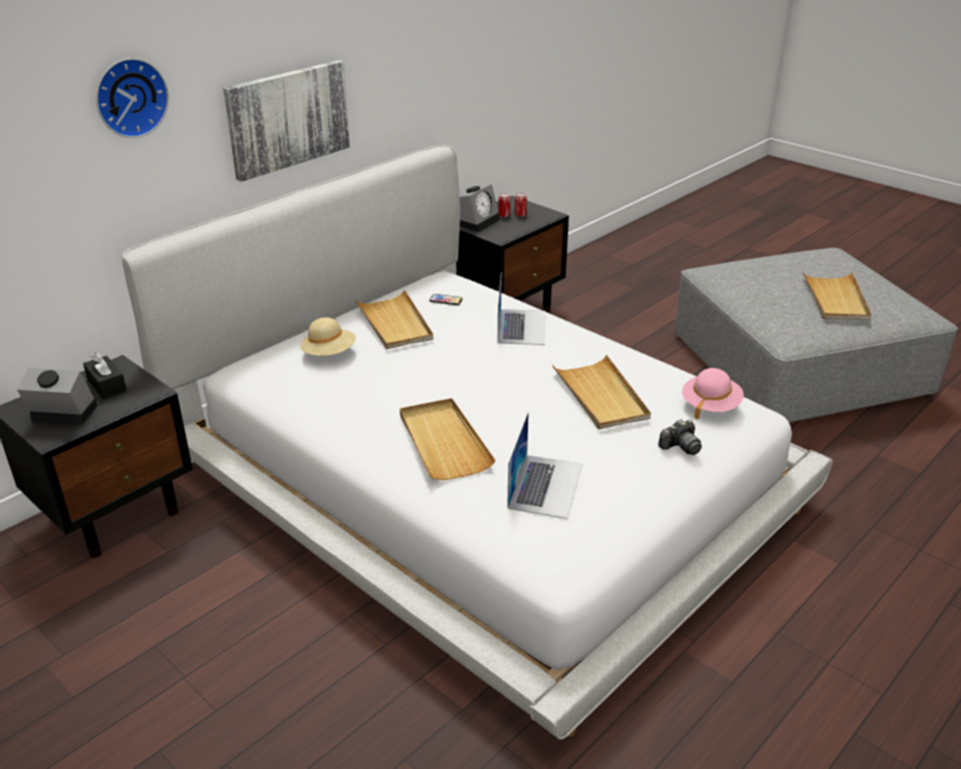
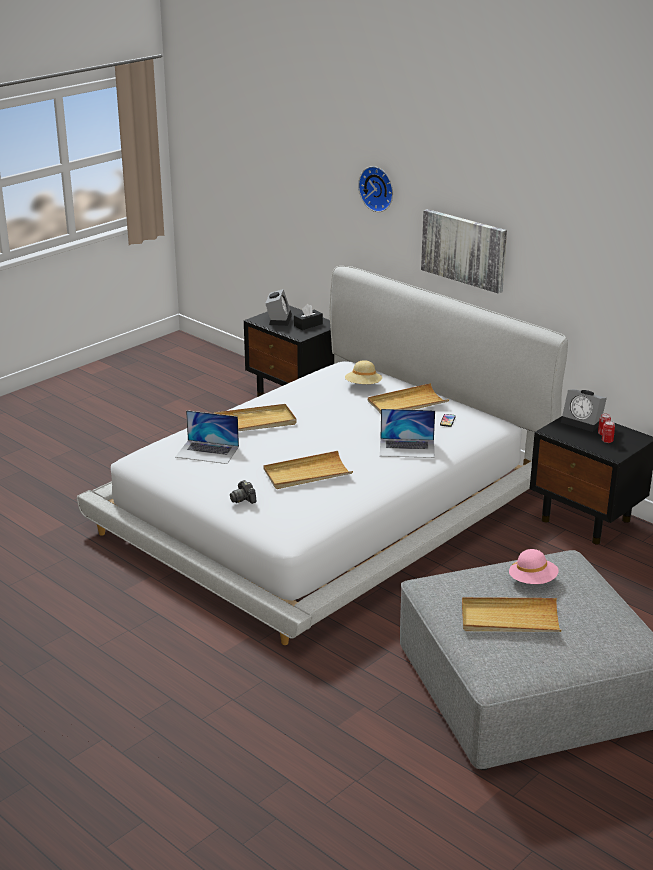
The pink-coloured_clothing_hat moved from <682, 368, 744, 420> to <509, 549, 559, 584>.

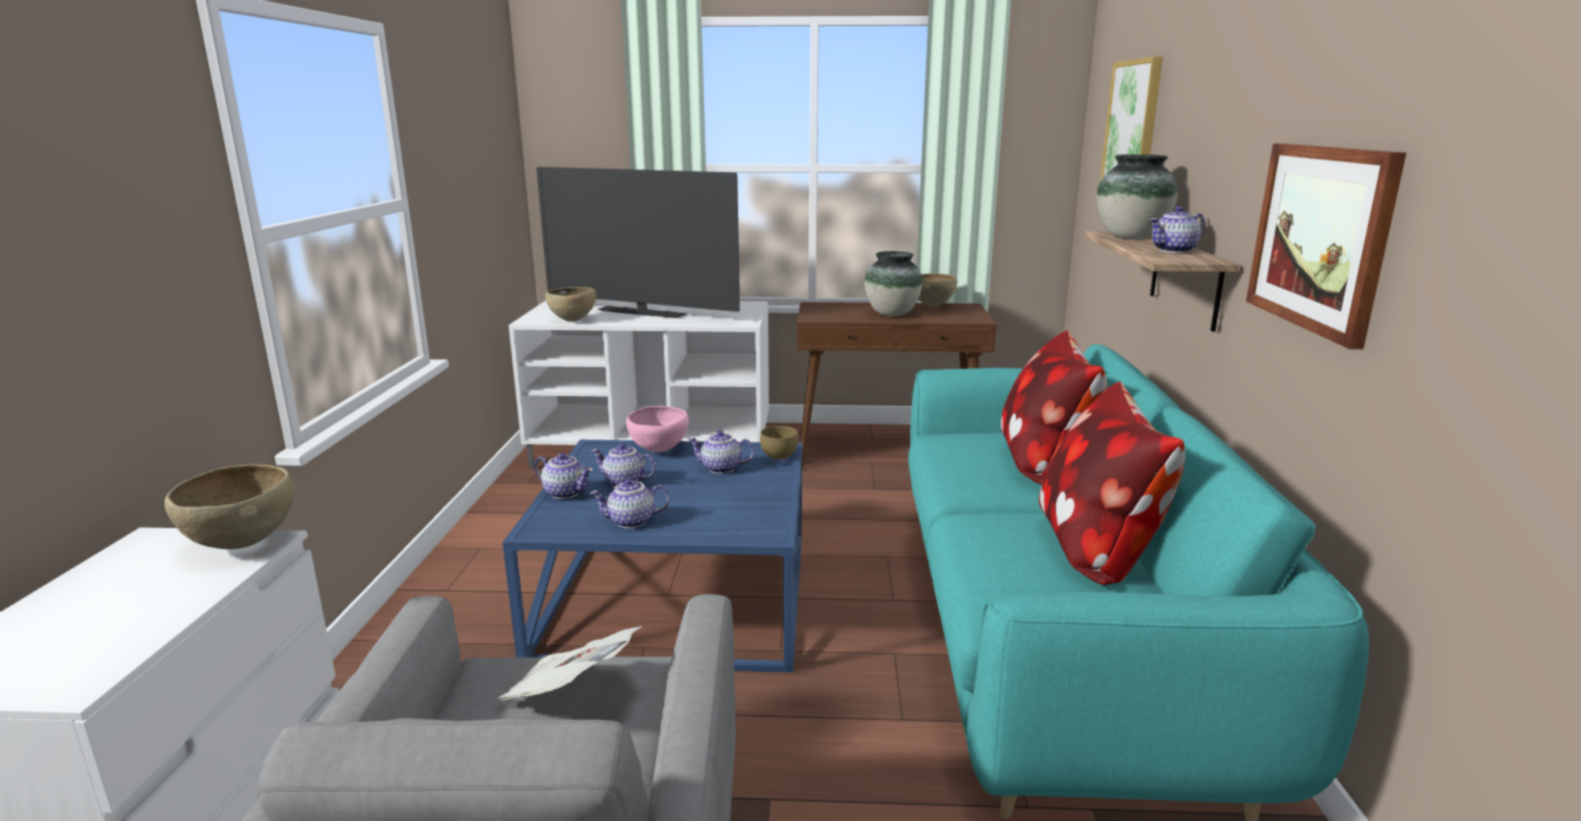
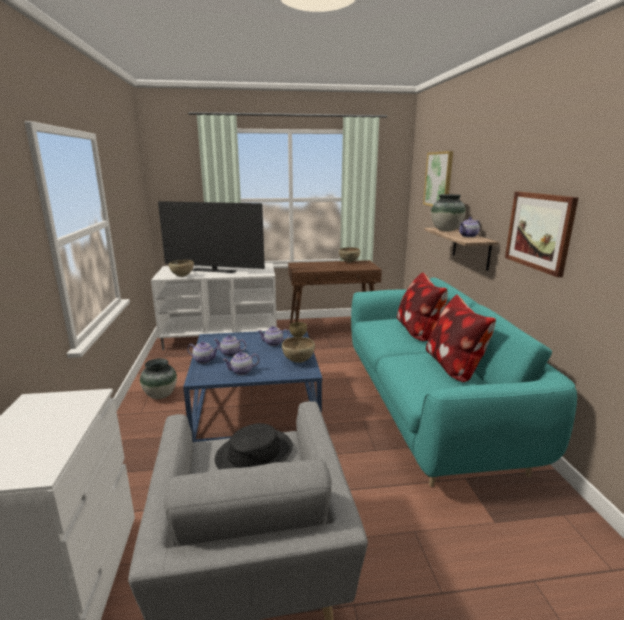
The decorative_vase moved from <864, 251, 923, 316> to <140, 358, 177, 399>.
The daily_paper at <495, 626, 642, 701> was replaced by the black_clothing_hat at <215, 423, 293, 469>.
The brownish_serving_bowl moved from <165, 464, 295, 549> to <282, 337, 315, 363>.
The pink-coloured_serving_bowl at <626, 406, 689, 452> disappeared.

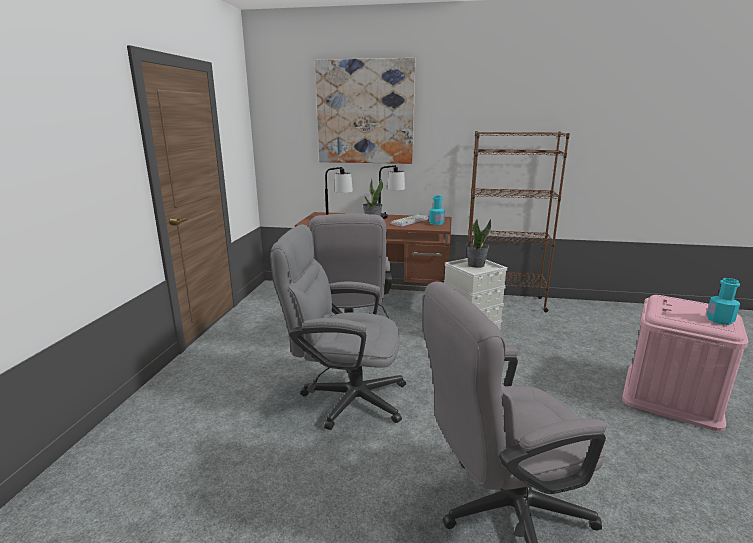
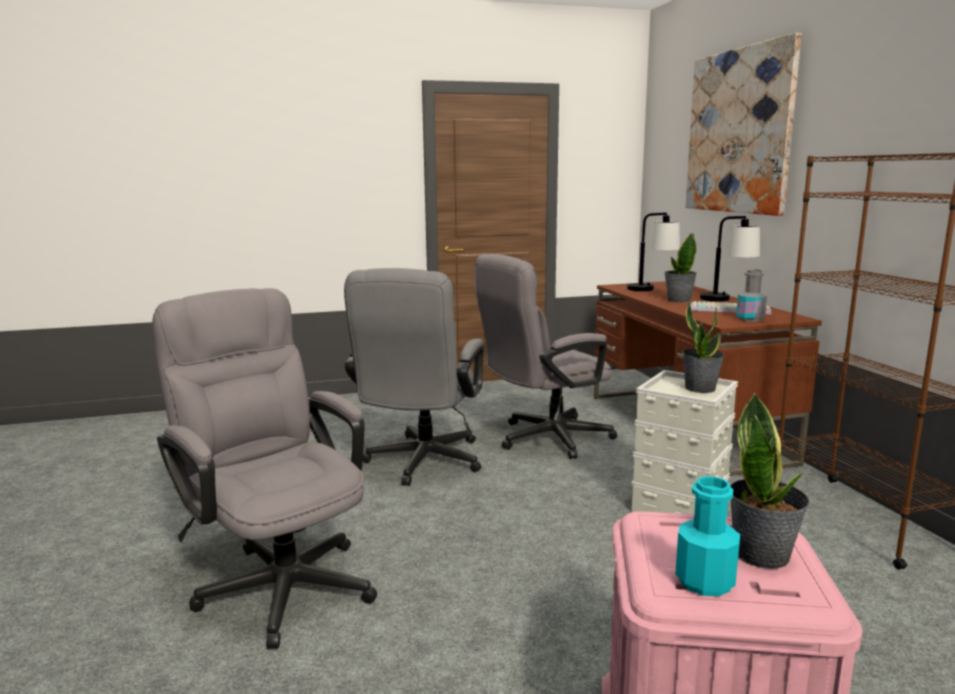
The gray_desk_chair at <270, 224, 406, 430> turned 150 degrees counterclockwise.
The potted_plant at <730, 393, 810, 569> appeared.
The turquoise-coloured_drink_bottle at <429, 195, 445, 225> became the gray_drink_bottle at <736, 269, 767, 322>.

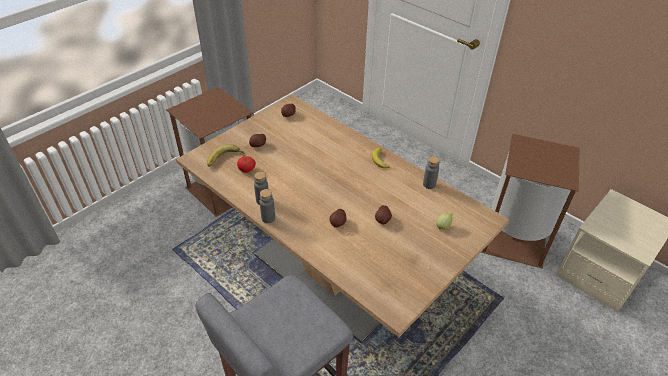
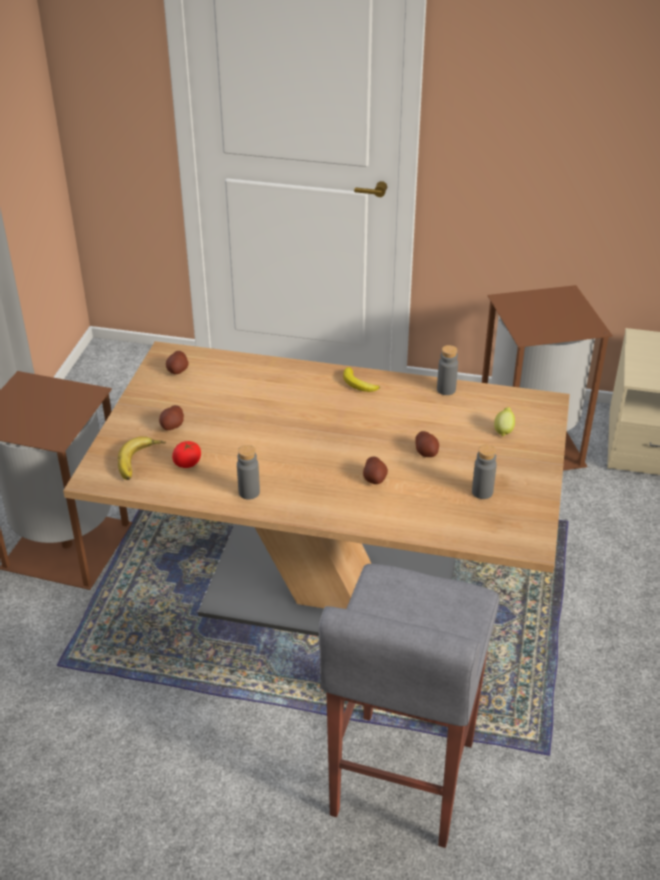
The gray_drink_bottle moved from <260, 189, 275, 223> to <472, 445, 497, 499>.

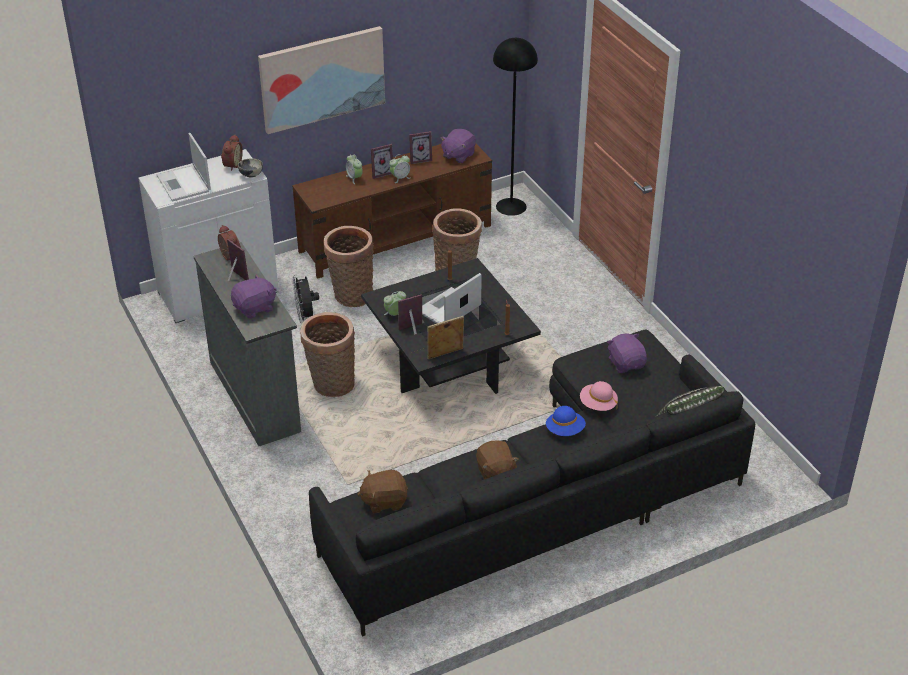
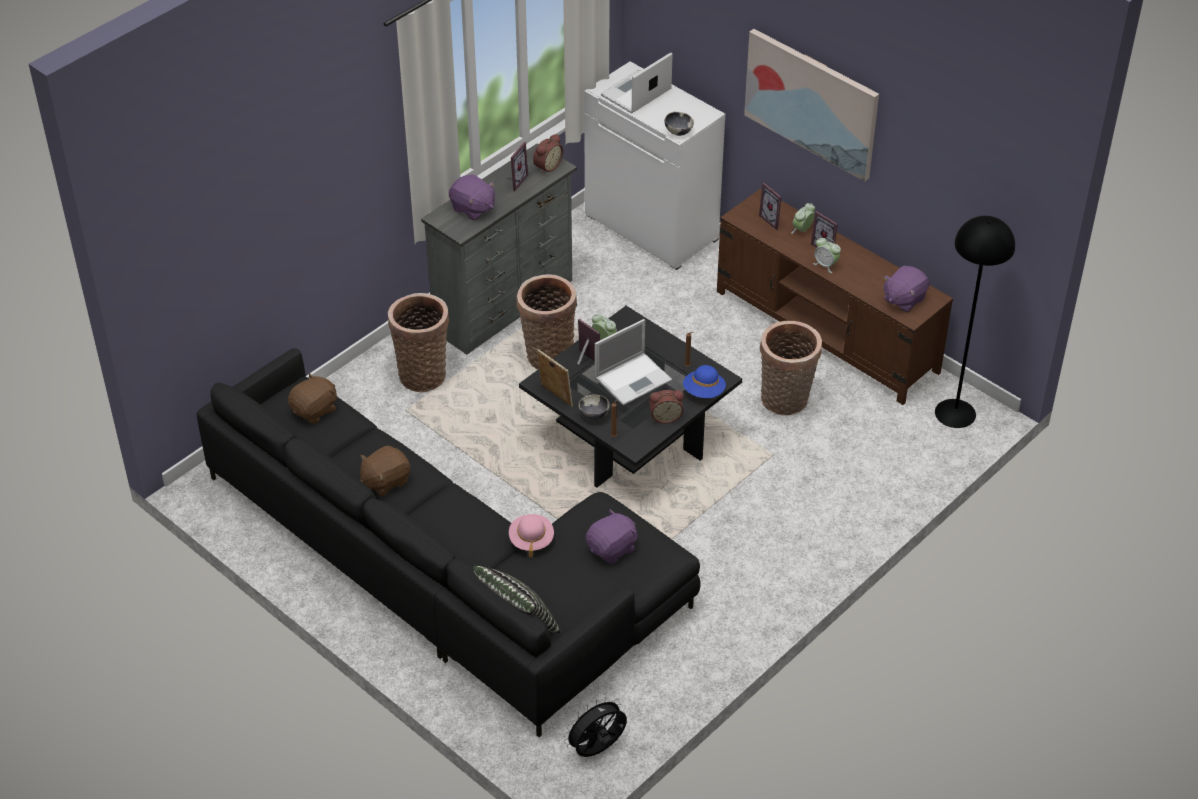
The brownish_soft_toy at <357, 470, 408, 513> turned 75 degrees clockwise.
The household_basket moved from <324, 226, 374, 307> to <388, 293, 449, 392>.
The black_electric_fan moved from <293, 275, 319, 323> to <563, 697, 627, 757>.
The serving_bowl at <578, 394, 610, 420> appeared.
The laptop at <422, 273, 482, 324> turned 120 degrees clockwise.
The alarm_clock moved from <221, 135, 243, 171> to <649, 390, 684, 423>.
The bluish_clothing_hat moved from <546, 406, 586, 436> to <683, 365, 726, 398>.
The picture_frame moved from <409, 131, 432, 164> to <759, 183, 781, 230>.
The purple_soft_toy at <441, 129, 476, 163> turned 60 degrees counterclockwise.

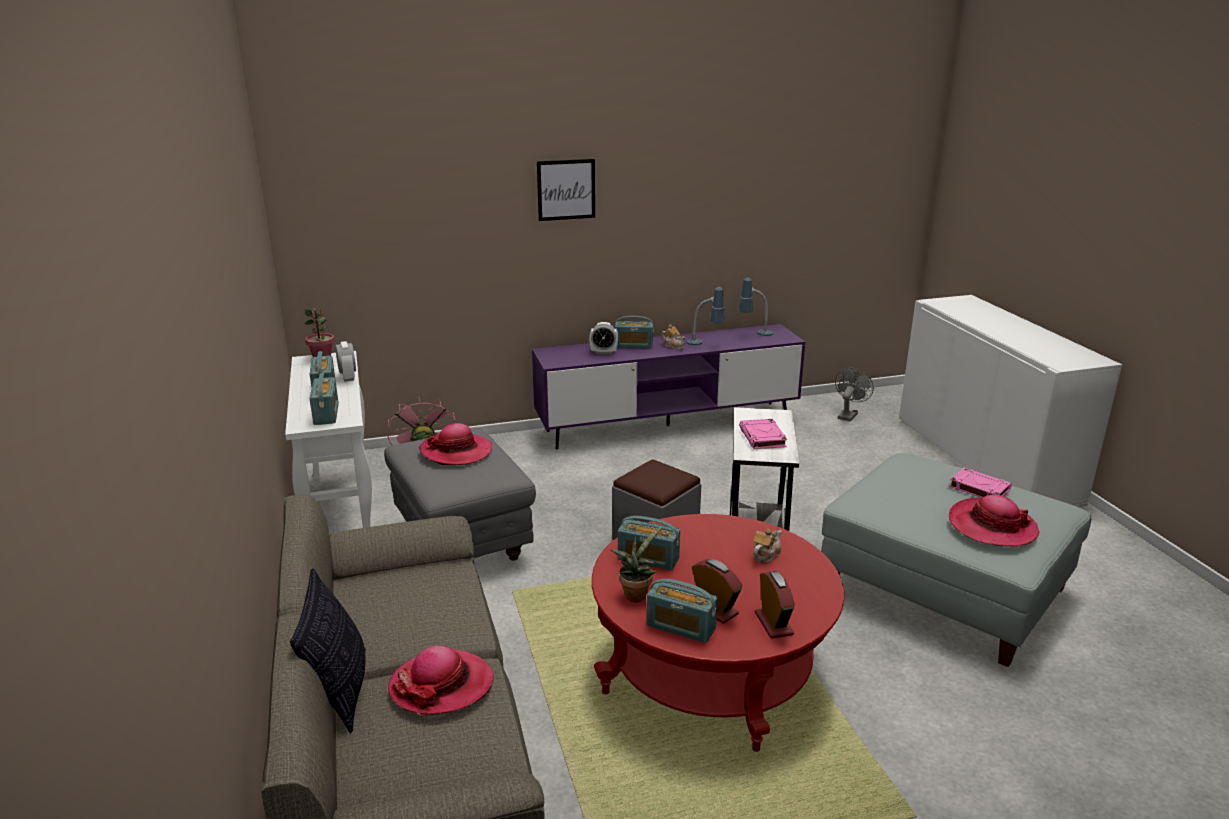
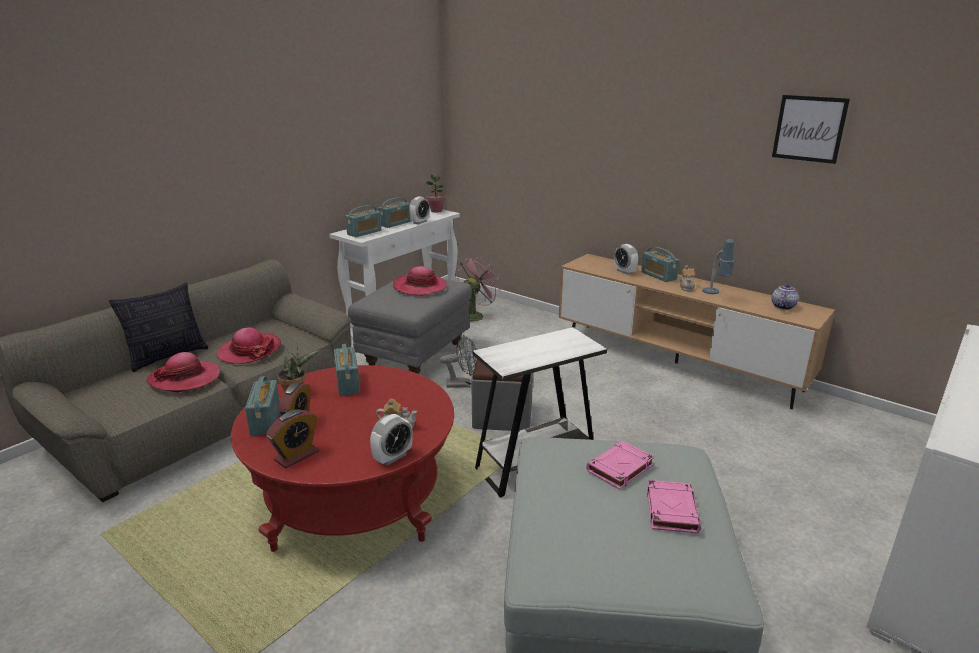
The clothing_hat moved from <949, 495, 1039, 547> to <217, 327, 282, 364>.
The alarm_clock at <370, 414, 413, 466> appeared.
The gray_electric_fan moved from <835, 368, 874, 421> to <440, 335, 477, 388>.
The purple_media_console at <532, 324, 805, 449> became the brownish_media_console at <559, 254, 835, 409>.
The pink-coloured_book moved from <739, 419, 787, 449> to <586, 441, 654, 490>.
The lamp_for_a_table at <739, 278, 773, 336> was replaced by the tea_pot at <771, 284, 799, 310>.
The picture moved from <537, 159, 595, 221> to <772, 95, 850, 164>.

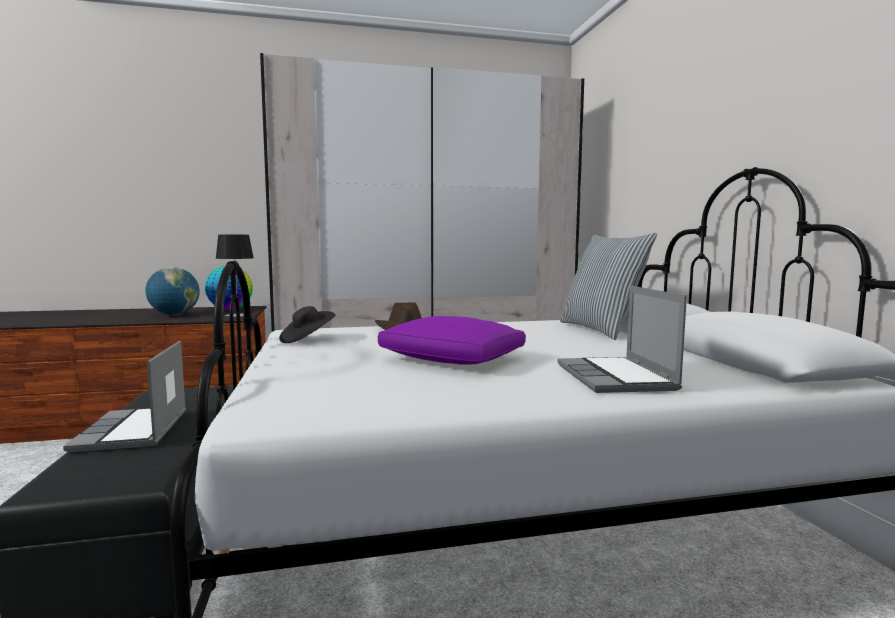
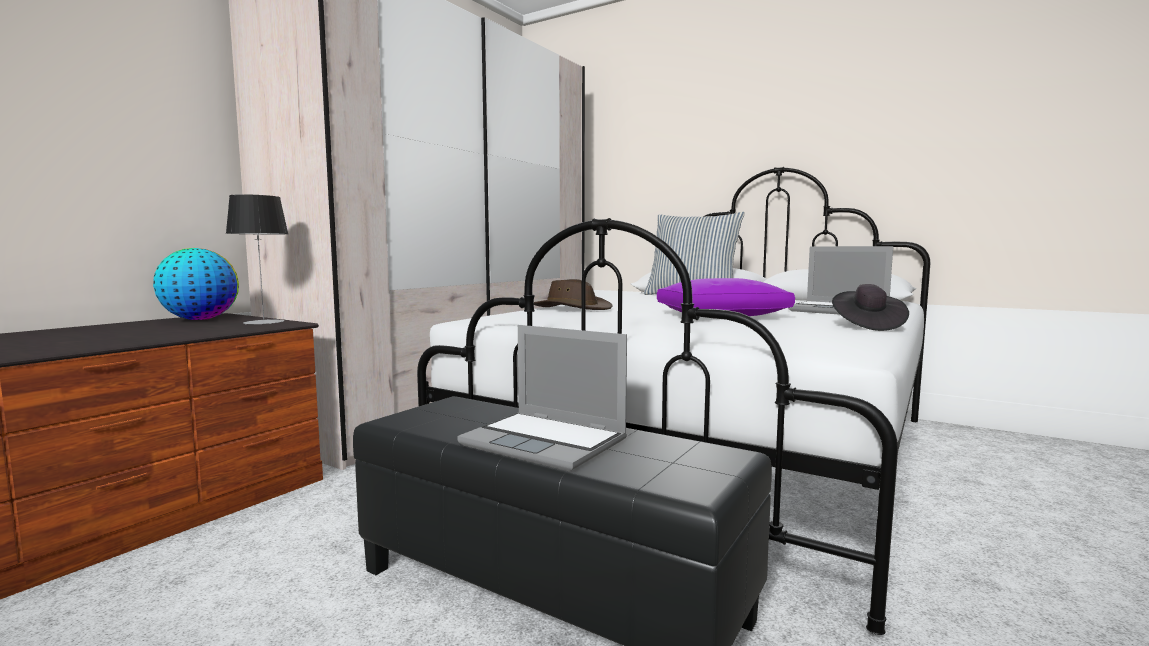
The black_clothing_hat moved from <279, 306, 336, 343> to <832, 284, 909, 331>.
The desk_globe at <145, 267, 200, 315> disappeared.

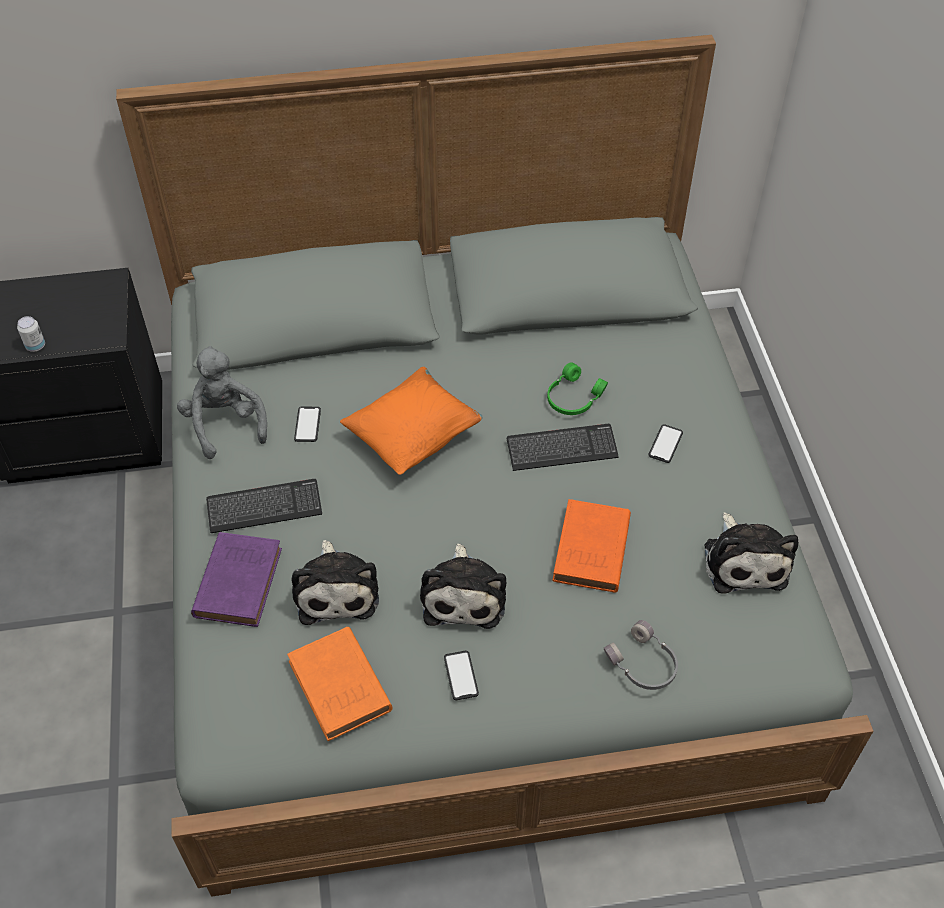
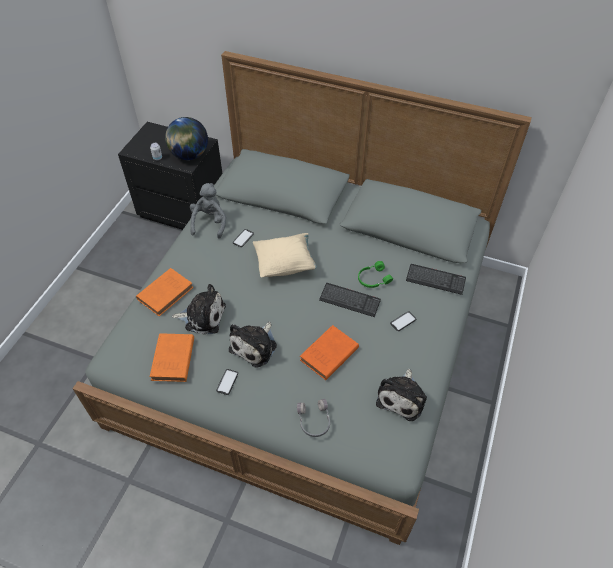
The purple_book at <191, 532, 282, 627> became the orange_book at <136, 268, 193, 316>.
The desk_globe at <165, 117, 208, 160> appeared.
The soft_toy at <291, 540, 379, 625> turned 105 degrees counterclockwise.
The orange_cushion at <340, 367, 483, 475> became the beige-coloured_cushion at <253, 233, 317, 277>.
The keyboard moved from <206, 479, 322, 533> to <406, 264, 466, 295>.

